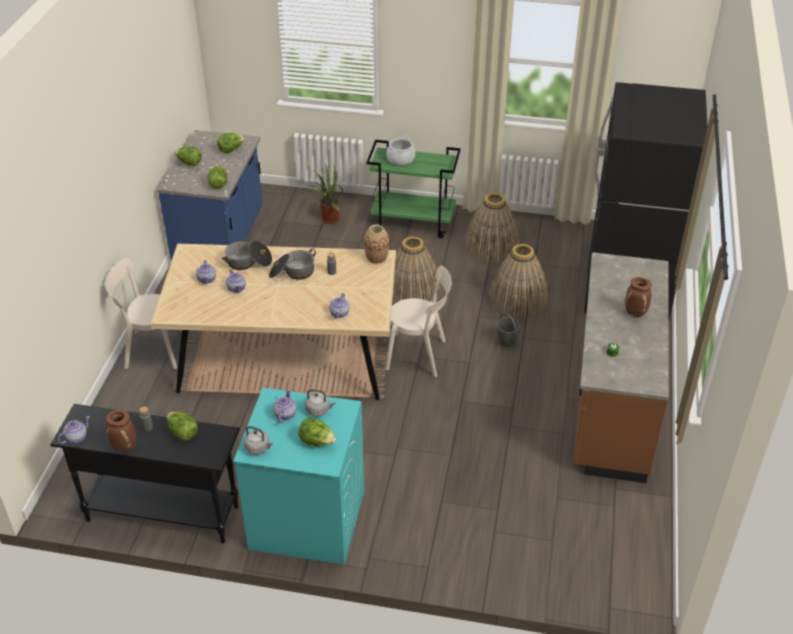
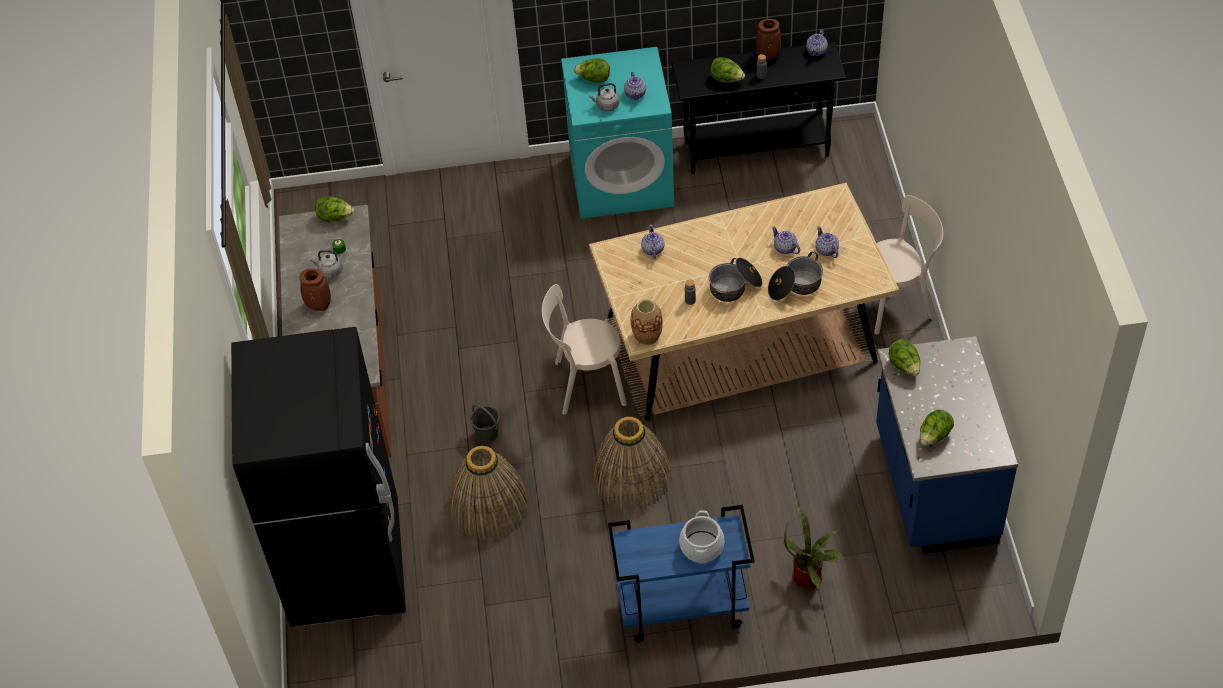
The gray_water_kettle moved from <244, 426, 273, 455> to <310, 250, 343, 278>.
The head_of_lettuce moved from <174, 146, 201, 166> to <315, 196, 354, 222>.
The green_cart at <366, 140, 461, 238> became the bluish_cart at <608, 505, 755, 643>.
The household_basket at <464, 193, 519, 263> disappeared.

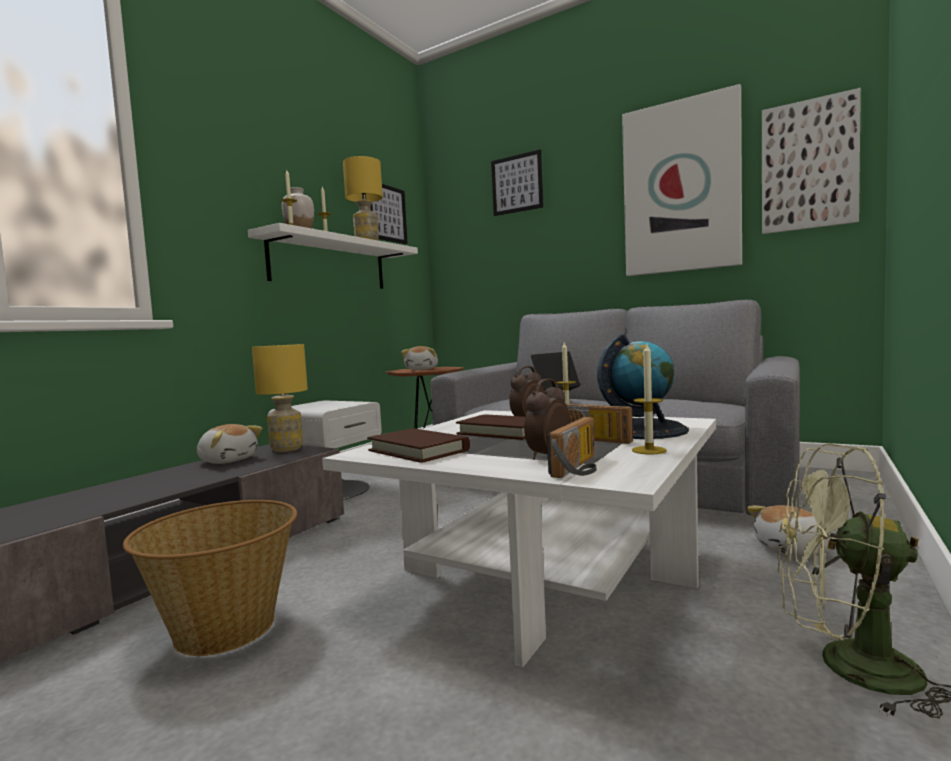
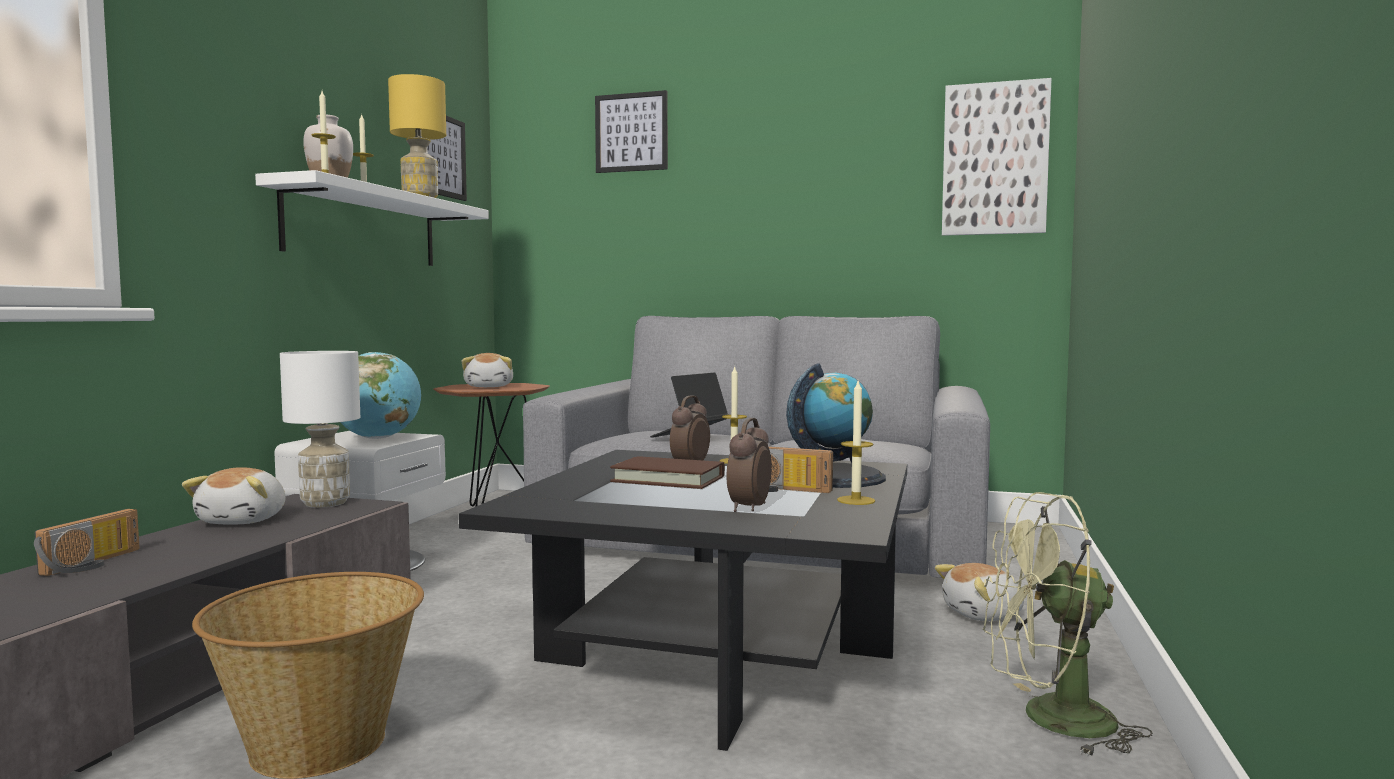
The radio_set moved from <547, 417, 597, 478> to <34, 509, 140, 576>.
The soft_toy at <197, 424, 262, 464> turned 75 degrees clockwise.
The yellow_lamp_for_a_table at <252, 344, 308, 452> became the white-coloured_lamp_for_a_table at <280, 351, 360, 508>.
The desk_globe at <340, 352, 421, 439> appeared.
The white-coloured_lounge_table at <322, 410, 716, 668> became the black_lounge_table at <459, 450, 907, 751>.
The brownish_book at <367, 428, 470, 463> disappeared.
The picture at <622, 84, 742, 276> disappeared.

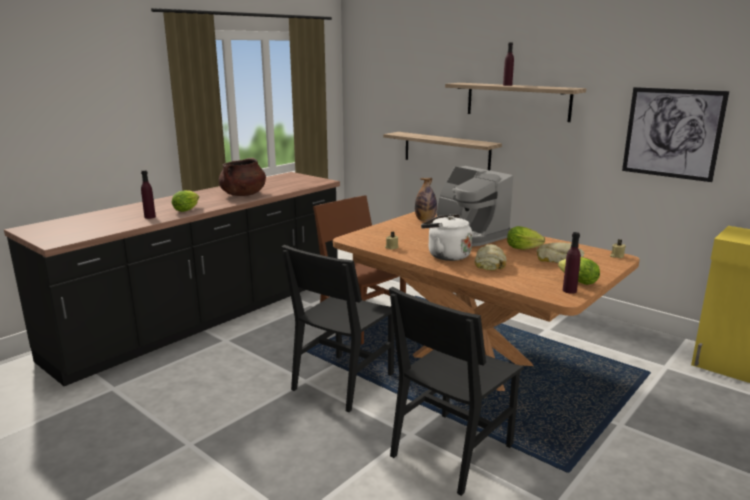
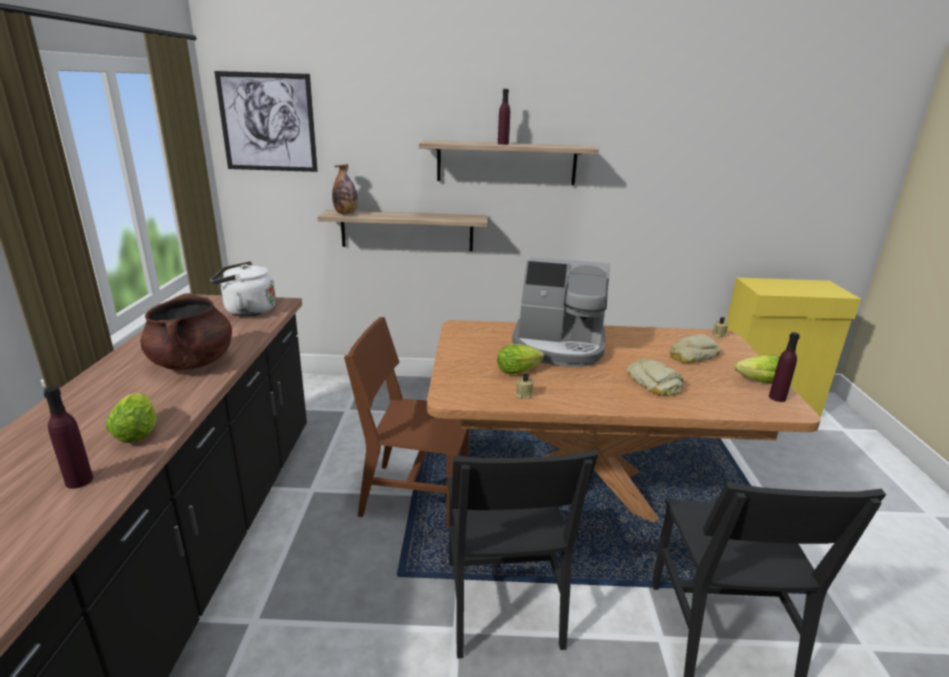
The white-coloured_water_kettle moved from <421, 214, 472, 261> to <210, 261, 276, 317>.
The picture moved from <622, 87, 729, 182> to <214, 71, 318, 172>.
The drink_bottle moved from <415, 178, 437, 221> to <332, 164, 358, 214>.
The head_of_lettuce moved from <507, 226, 545, 250> to <497, 344, 544, 374>.

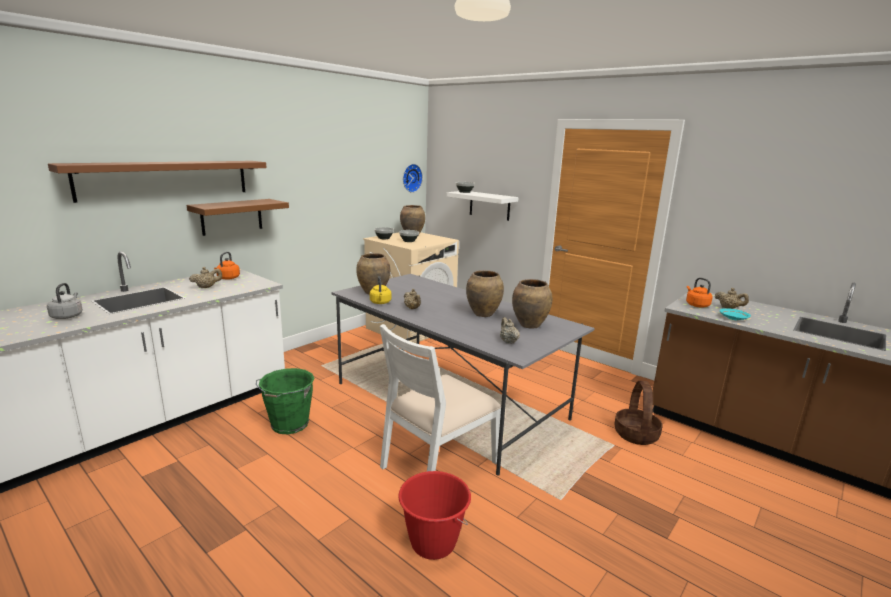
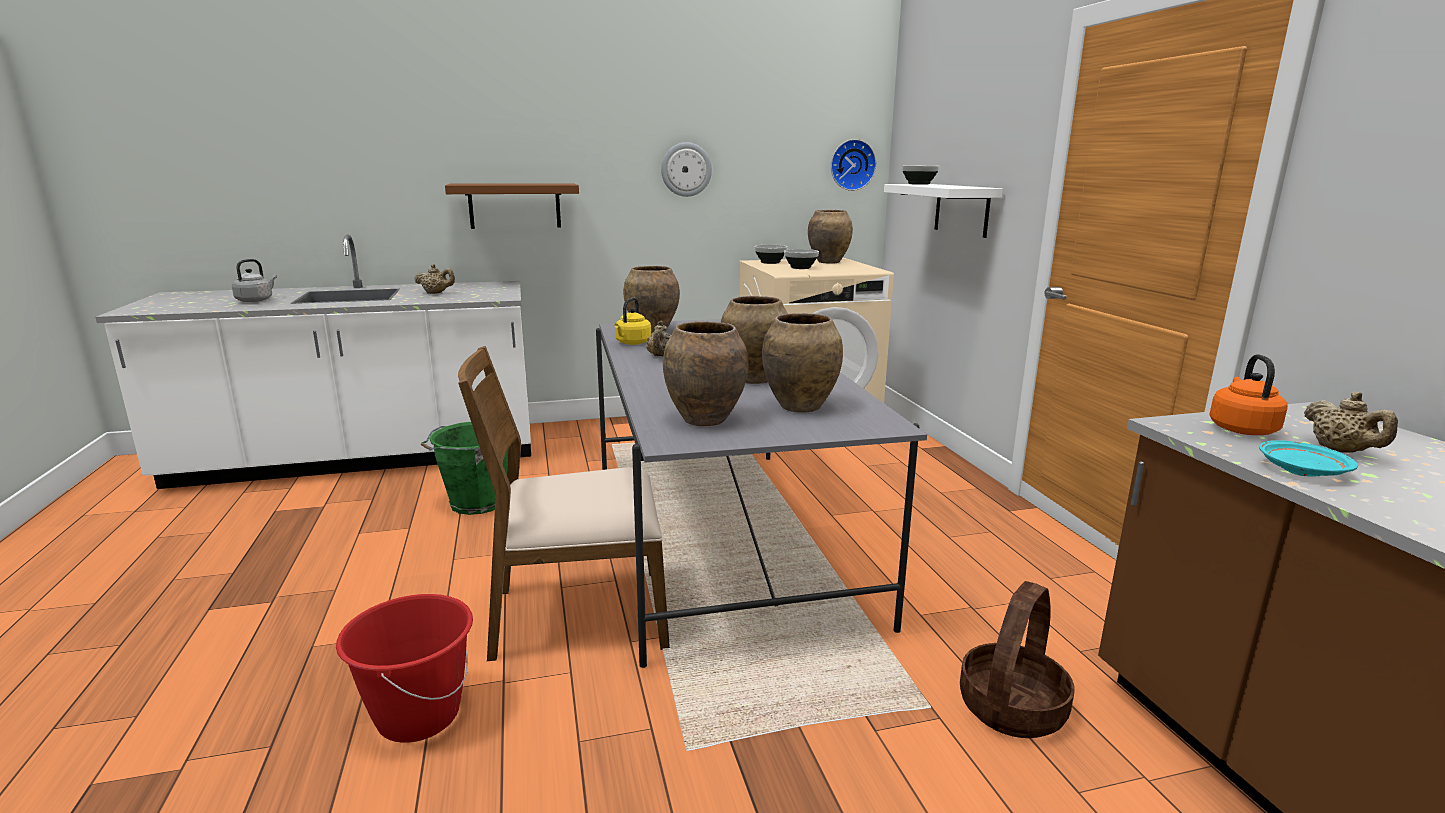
The white-coloured_upright_chair at <380, 324, 501, 472> became the brownish_upright_chair at <458, 346, 670, 661>.
The wall_clock at <661, 142, 712, 197> appeared.
The beige-coloured_tea_pot at <500, 317, 520, 344> was replaced by the brownish_decorative_vase at <663, 321, 748, 426>.
The brownish_bracket_shelf at <48, 161, 266, 203> disappeared.
The orange_water_kettle at <214, 252, 240, 280> disappeared.

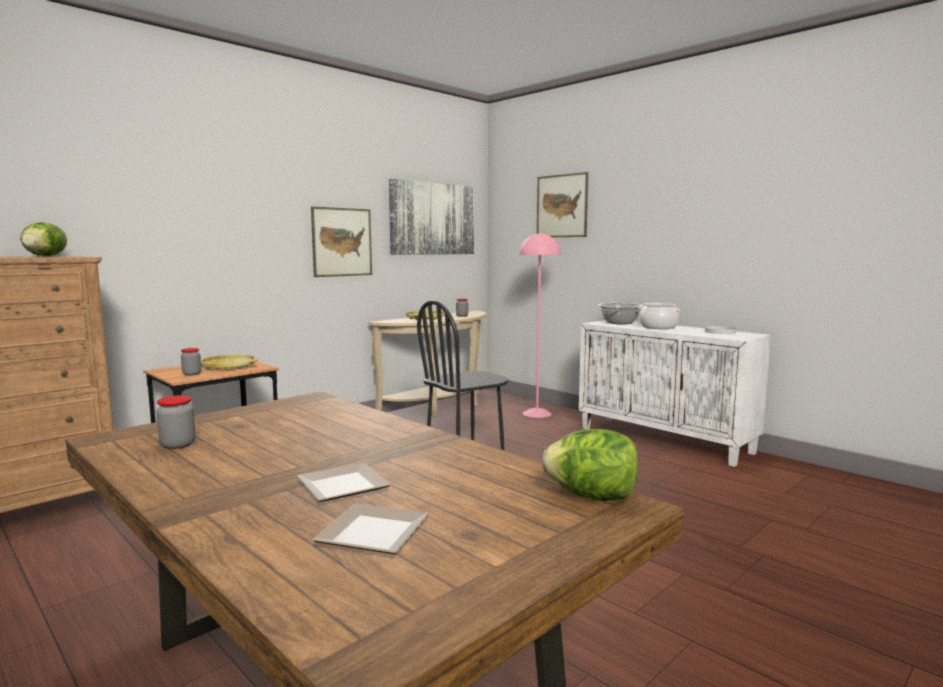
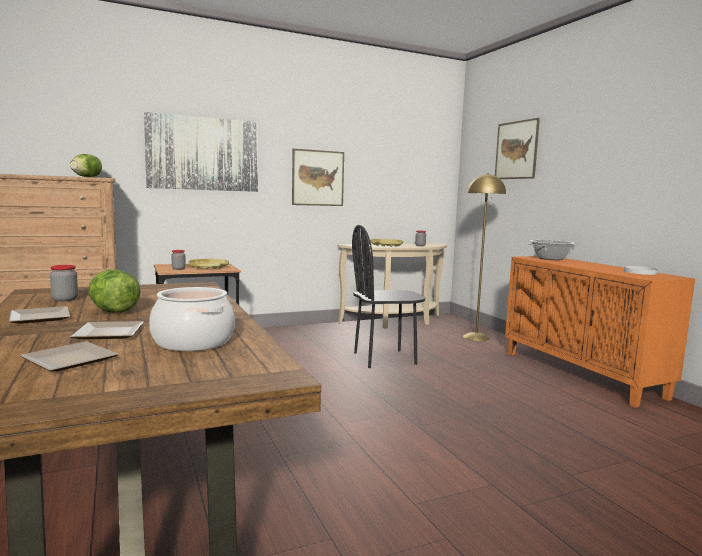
The flat_dish at <9, 306, 70, 324> appeared.
The head_of_lettuce moved from <542, 429, 639, 501> to <89, 269, 141, 313>.
The picture moved from <389, 179, 474, 255> to <144, 112, 258, 192>.
The saucepot moved from <638, 303, 681, 329> to <149, 287, 235, 351>.
The pink-coloured_standing_lamp at <519, 232, 561, 418> became the yellow_standing_lamp at <463, 173, 506, 341>.
The white-coloured_storage_cabinet at <579, 320, 771, 467> became the orange_storage_cabinet at <505, 256, 695, 408>.

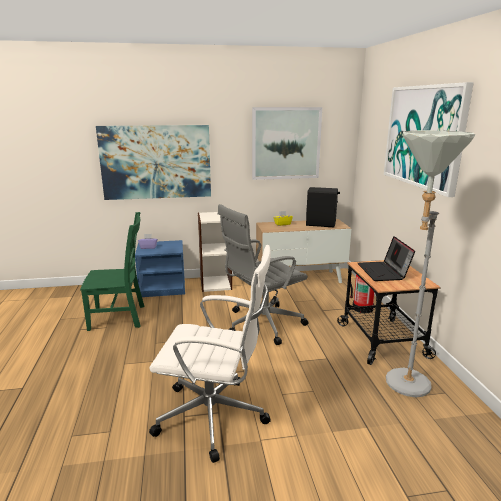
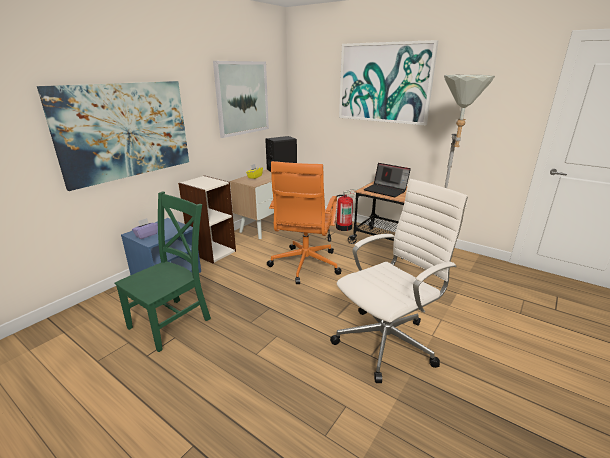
The gray_desk_chair at <218, 204, 309, 345> became the orange_desk_chair at <267, 161, 342, 284>.

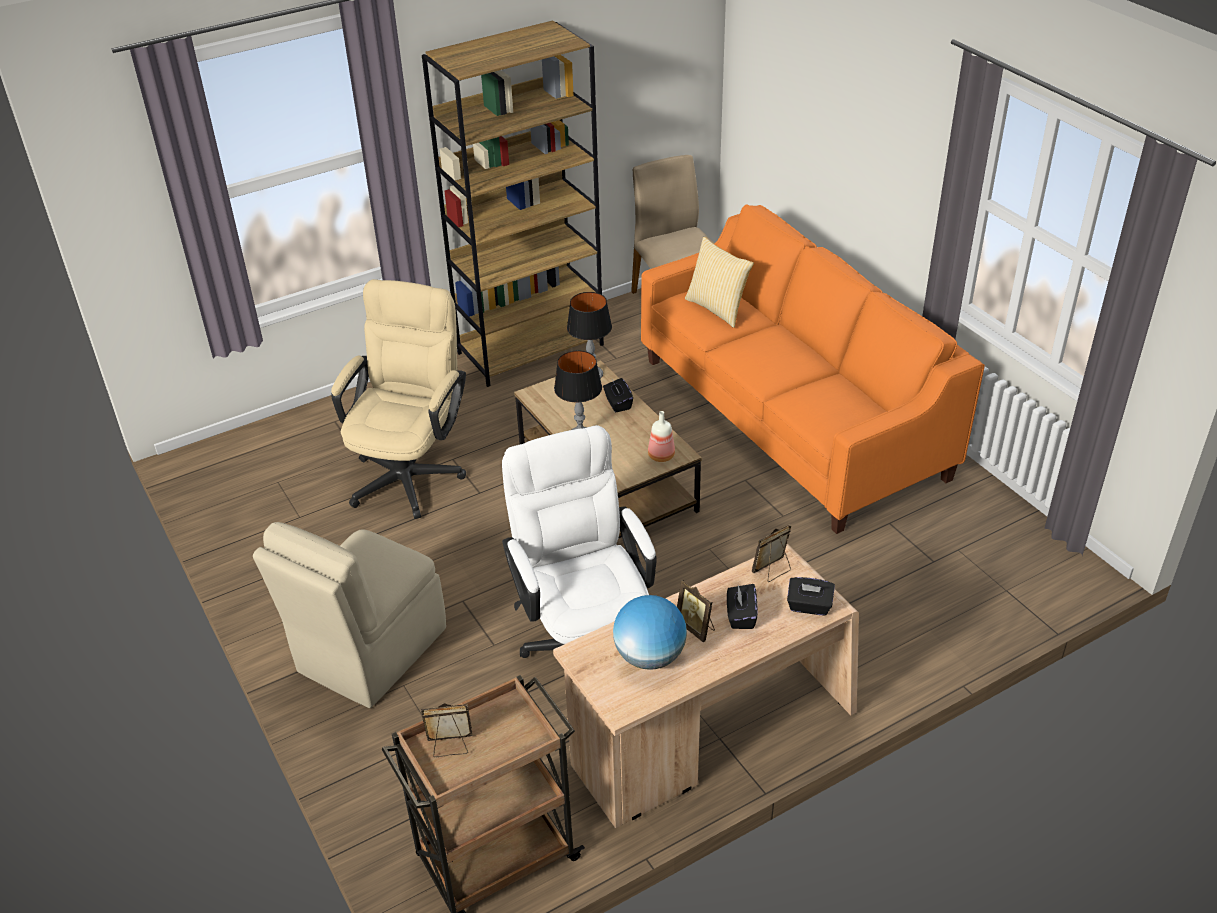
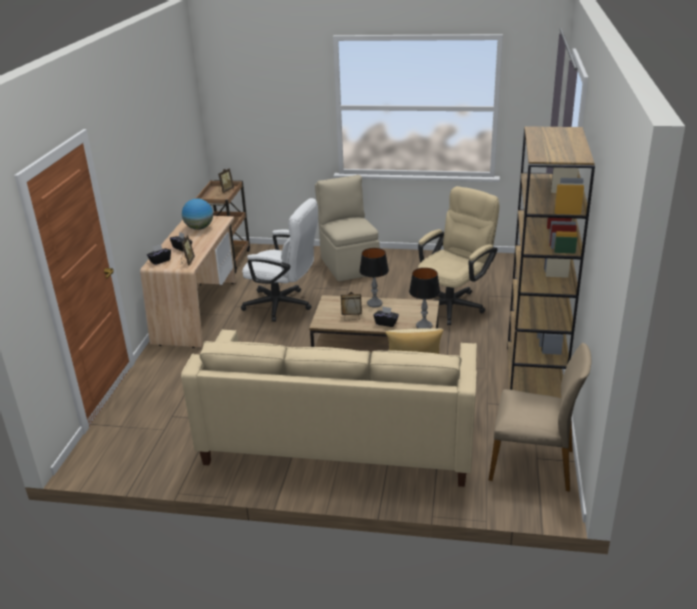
The orange_settee at <641, 204, 985, 534> became the beige-coloured_settee at <181, 329, 477, 487>.
The picture_frame moved from <677, 580, 715, 643> to <341, 292, 362, 320>.
The beige-coloured_desk_chair at <331, 279, 466, 519> turned 105 degrees counterclockwise.
The drink_bottle at <648, 411, 675, 462> disappeared.

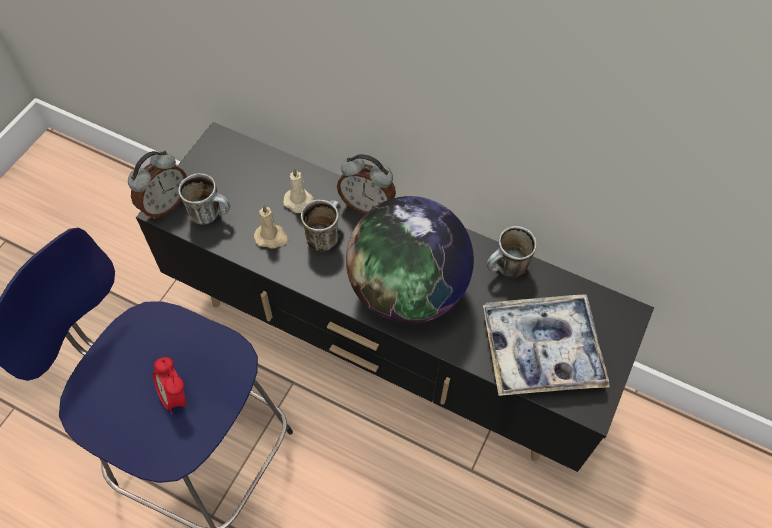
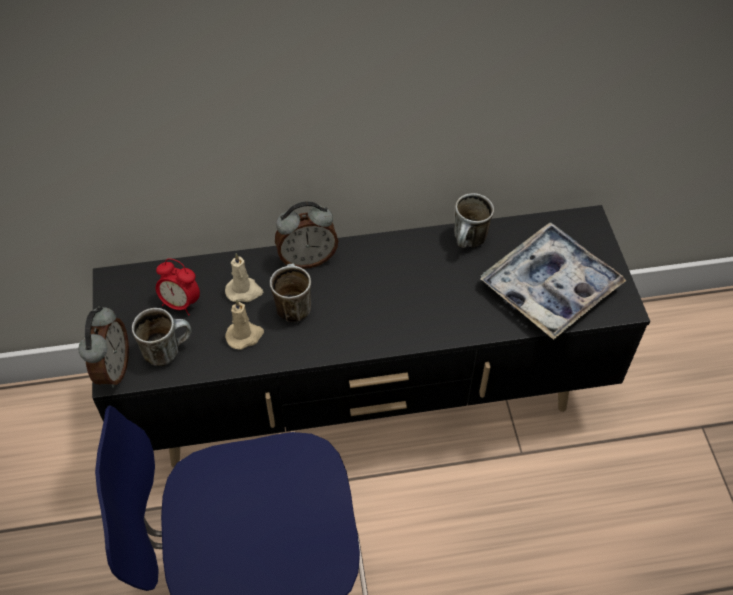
The alarm_clock moved from <153, 357, 186, 414> to <156, 258, 200, 316>.
The desk_globe at <346, 196, 474, 324> disappeared.

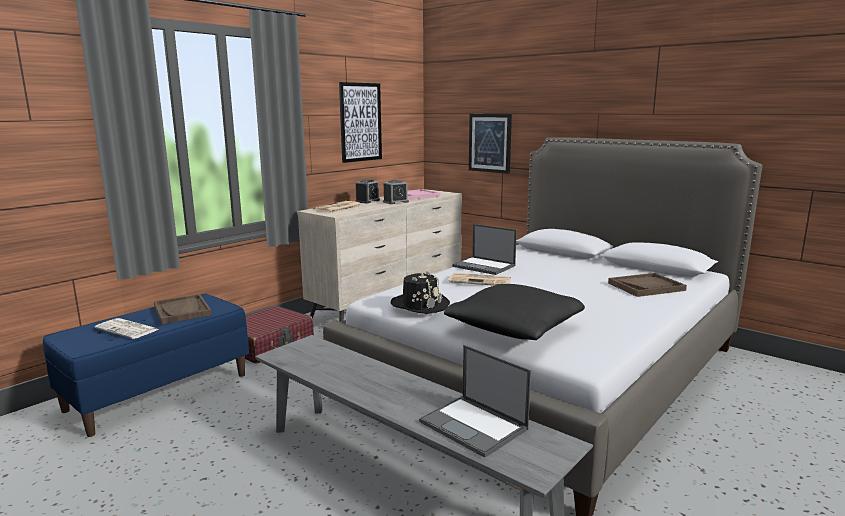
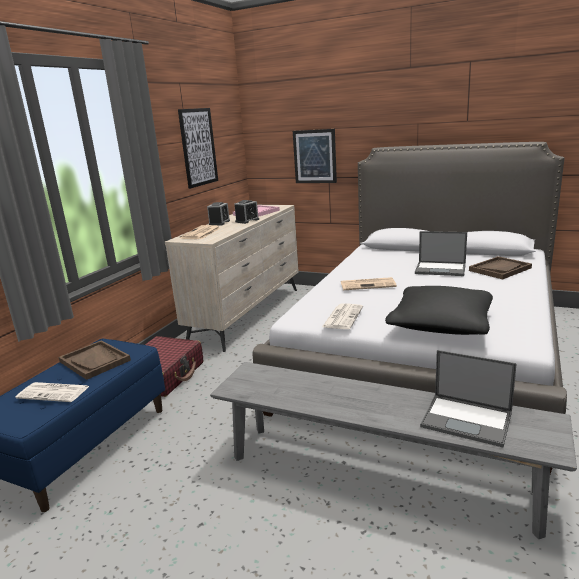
The black_clothing_hat at <391, 272, 450, 314> was replaced by the daily_paper at <322, 304, 363, 329>.
The laptop moved from <452, 224, 517, 275> to <415, 231, 467, 276>.

